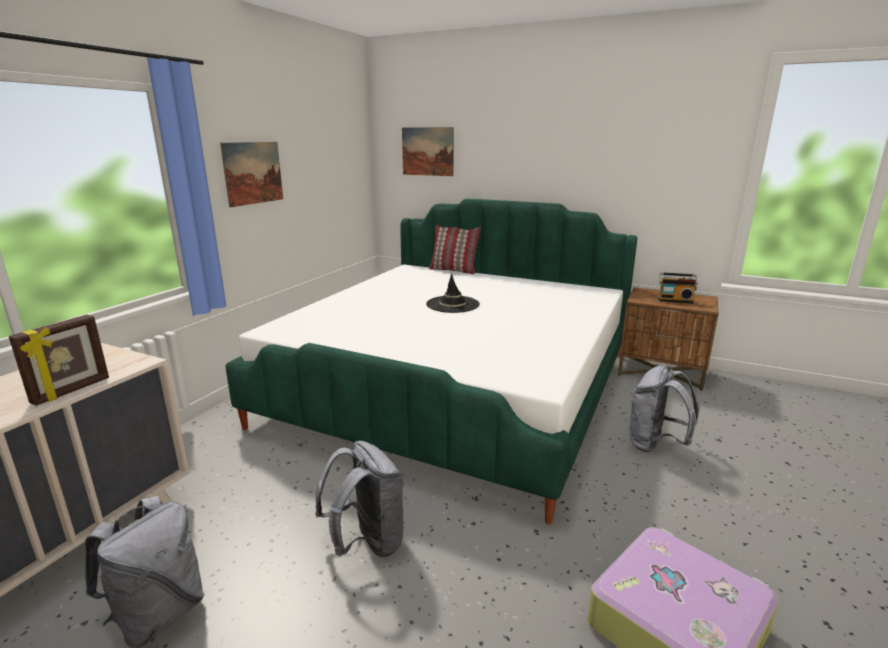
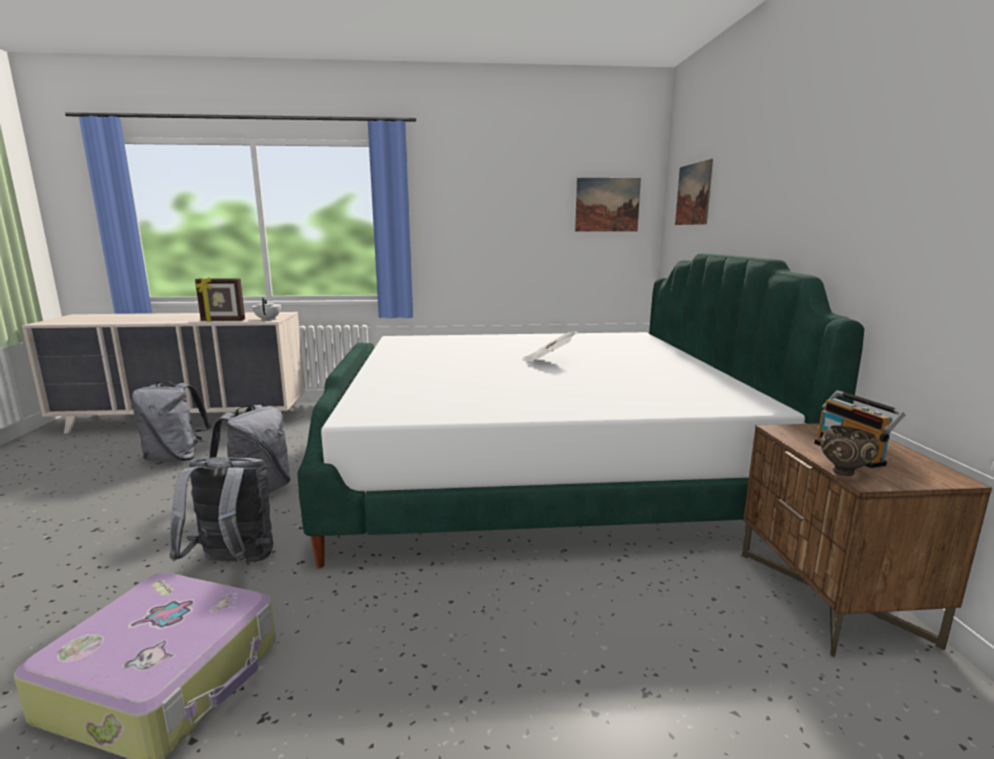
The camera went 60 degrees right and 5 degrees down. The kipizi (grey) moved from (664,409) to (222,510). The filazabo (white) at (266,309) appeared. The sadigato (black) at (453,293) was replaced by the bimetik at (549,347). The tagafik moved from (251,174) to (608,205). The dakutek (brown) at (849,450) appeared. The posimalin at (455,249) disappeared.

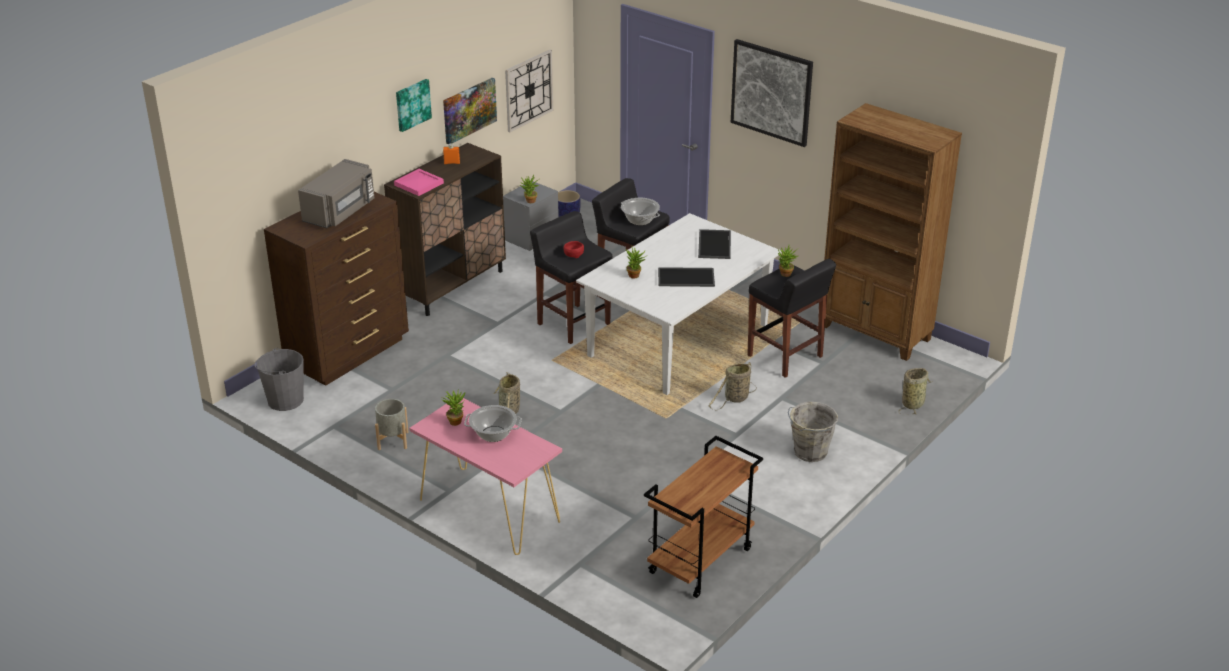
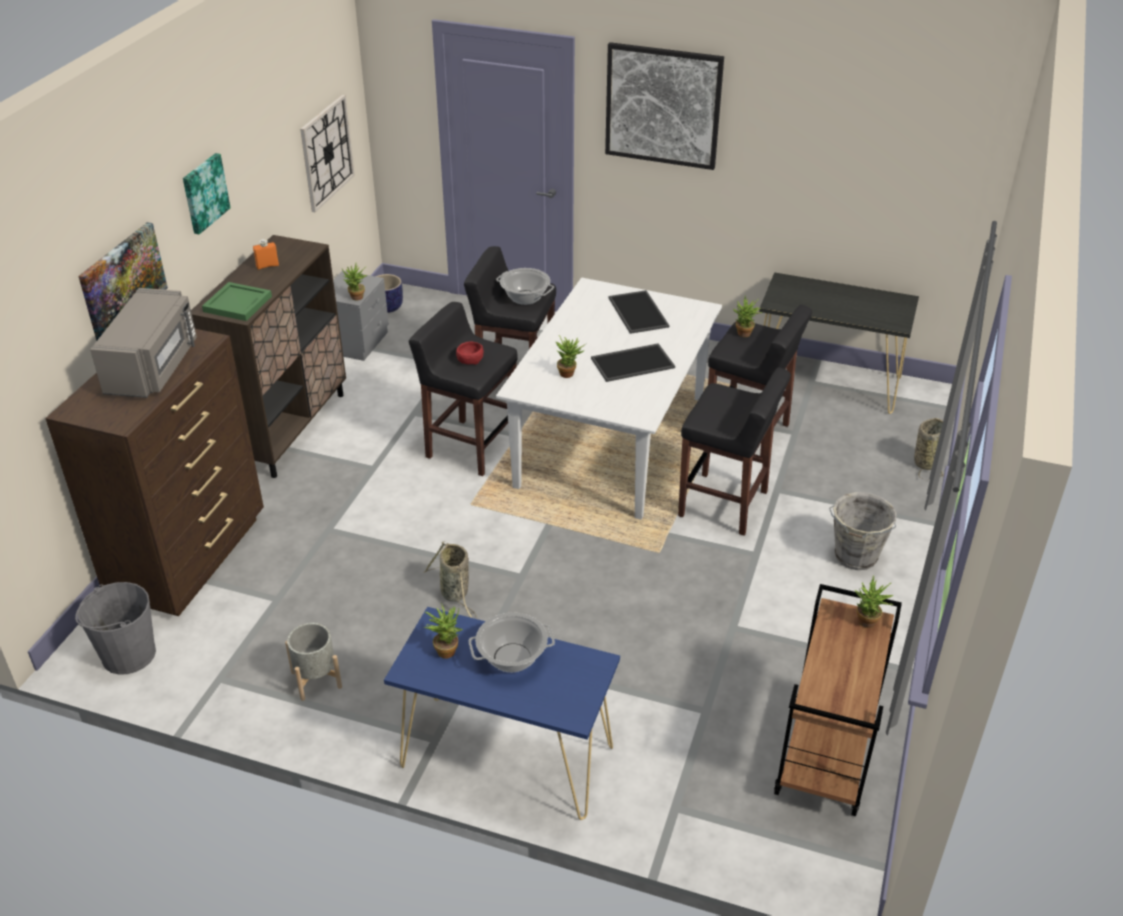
The camera went 20 degrees left and 5 degrees up. The tagafik moved from (470,111) to (123,281). The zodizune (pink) at (419,182) became the zodizune (green) at (237,301). The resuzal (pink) at (485,476) became the resuzal (blue) at (502,713). The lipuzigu at (733,386) was replaced by the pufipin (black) at (734,451). The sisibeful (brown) at (893,232) was replaced by the resuzal (black) at (839,343). The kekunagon at (874,601) appeared.

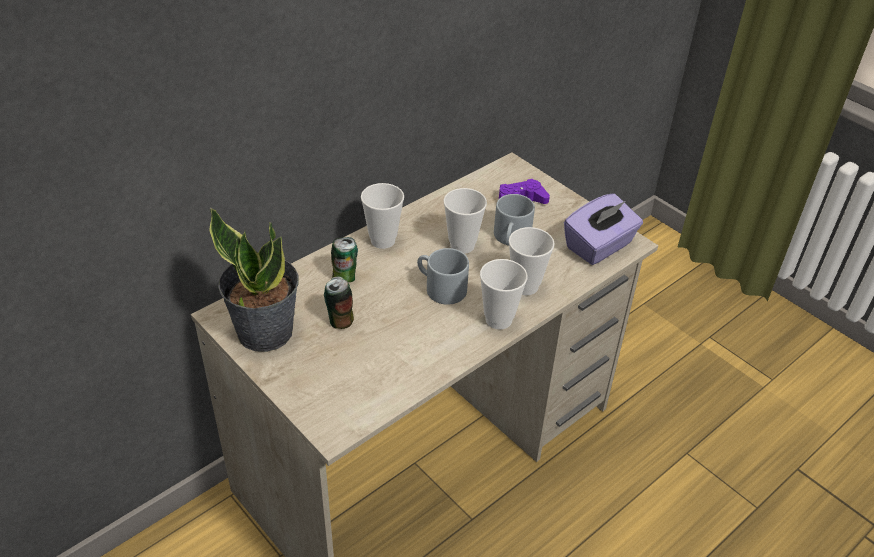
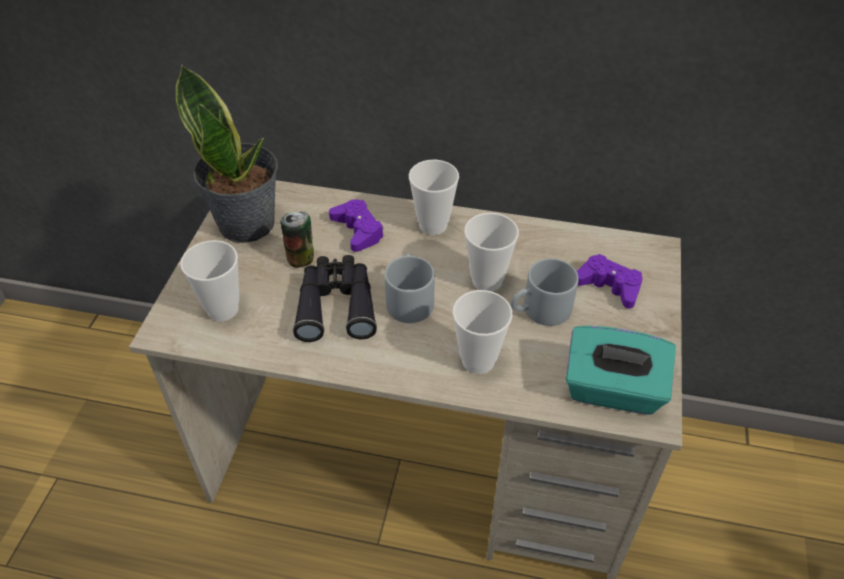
The camera went 55 degrees right and 5 degrees up. The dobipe moved from (504,294) to (209,280). The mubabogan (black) at (335,298) appeared. The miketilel at (344,259) was replaced by the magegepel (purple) at (356,225). The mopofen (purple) at (603,229) became the mopofen (turquoise) at (621,370).

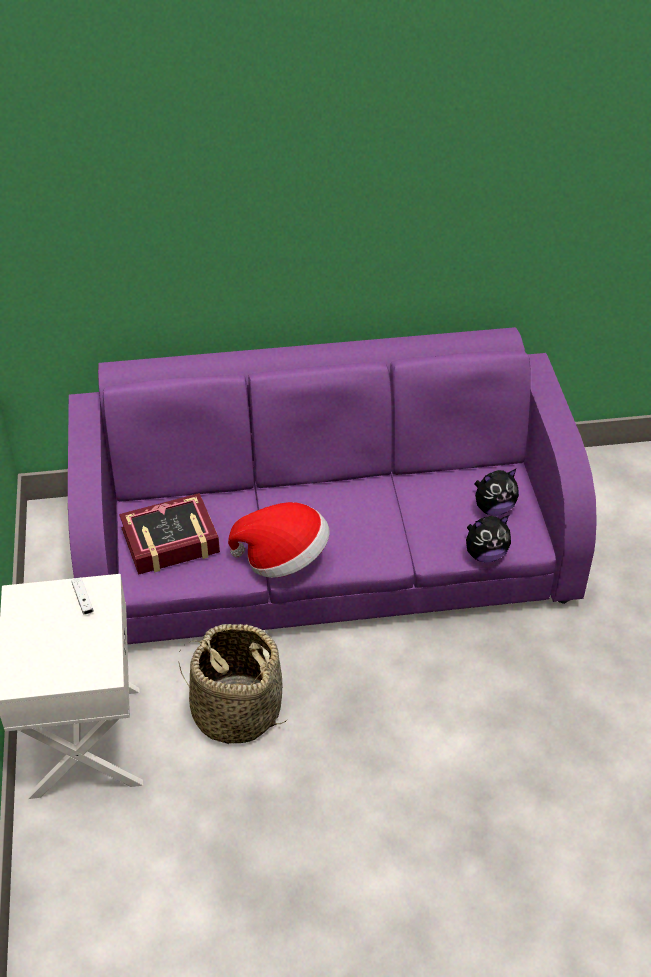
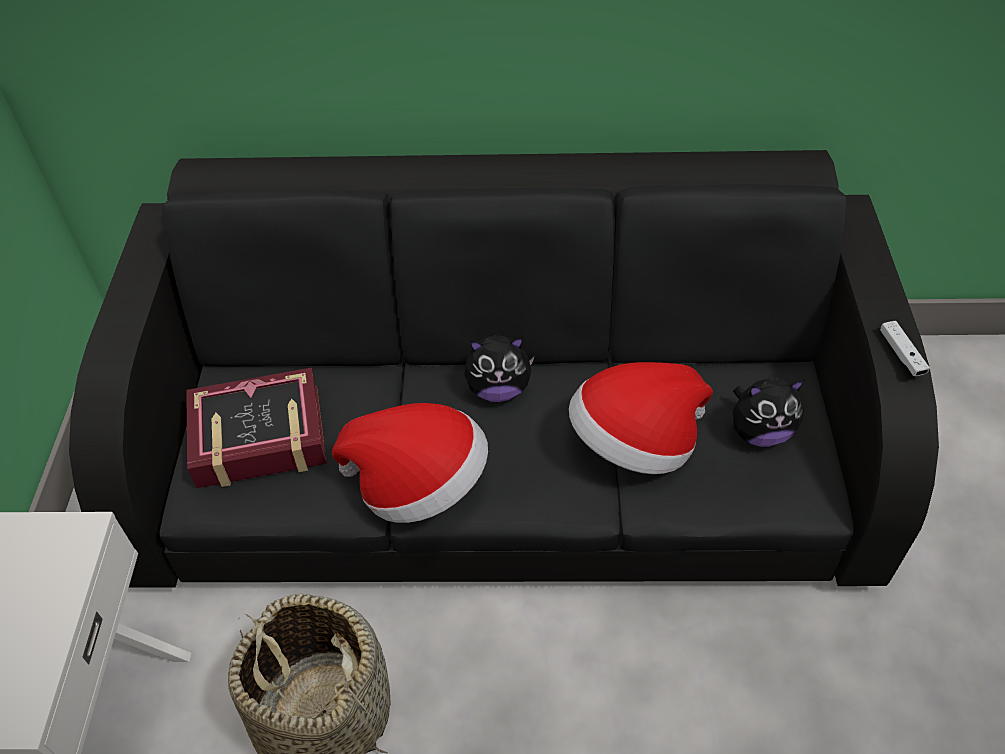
The camera went 10 degrees right and 5 degrees up. The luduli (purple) at (332,486) became the luduli (black) at (504,369). The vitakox moved from (488,538) to (499,368). The sadigato at (641,418) appeared. The magegepel (white) moved from (82,596) to (905,348).

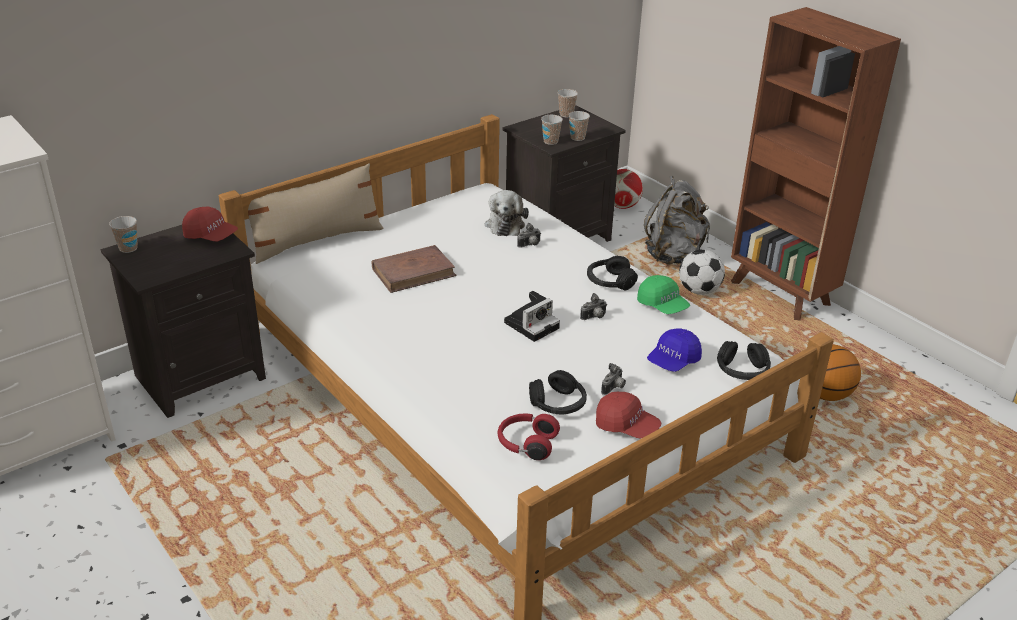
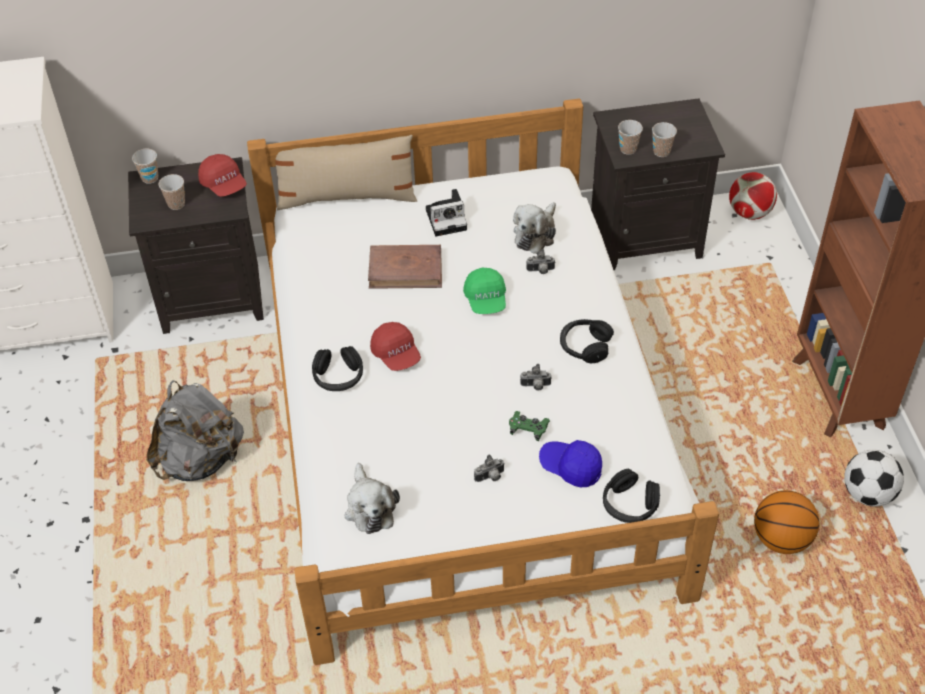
The camera went 30 degrees right and 15 degrees up. The kipizi (grey) moved from (677,220) to (195,430). The dobipe moved from (568,103) to (172,192). The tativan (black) moved from (558,392) to (337,368). The tativan (red) at (529,437) was replaced by the vitakox at (372,498). The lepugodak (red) moved from (628,415) to (395,346). The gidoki moved from (532,316) to (446,213). The lepugodak (green) moved from (663,294) to (484,291). The magegepel (green) at (529,426) appeared. The lepugodak (blue) at (674,350) turned 45 degrees clockwise. The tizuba moved from (702,272) to (874,478).

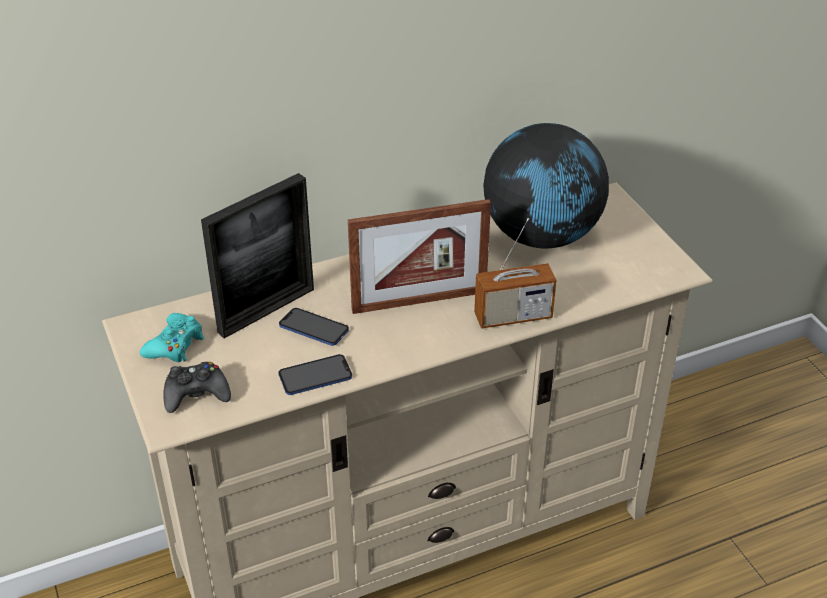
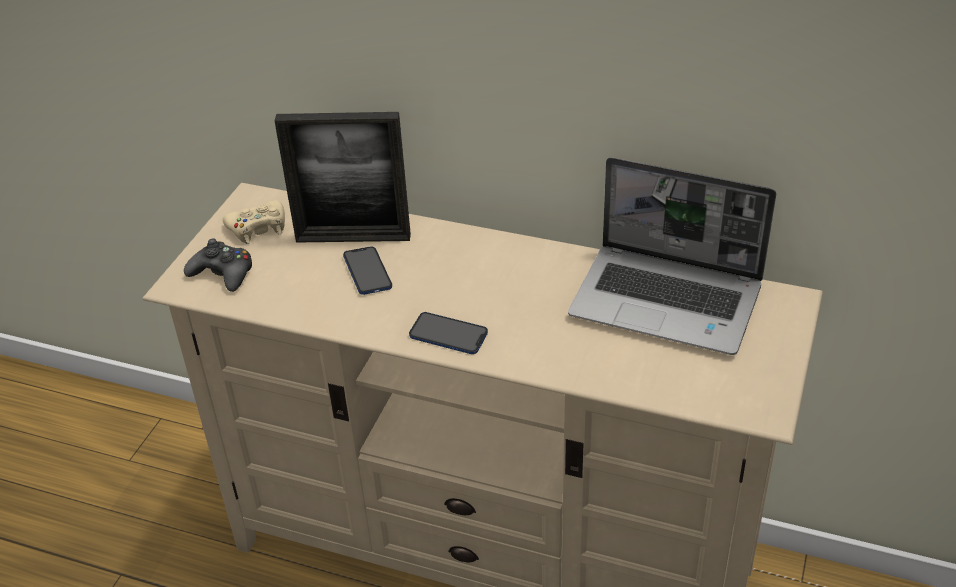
The camera went 45 degrees right and 0 degrees up. The magegepel (turquoise) at (172,337) became the magegepel (beige) at (254,222). The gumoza moved from (315,374) to (448,333). The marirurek at (546,186) was replaced by the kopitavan at (672,256). The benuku at (419,256) disappeared. The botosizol at (515,273) disappeared.

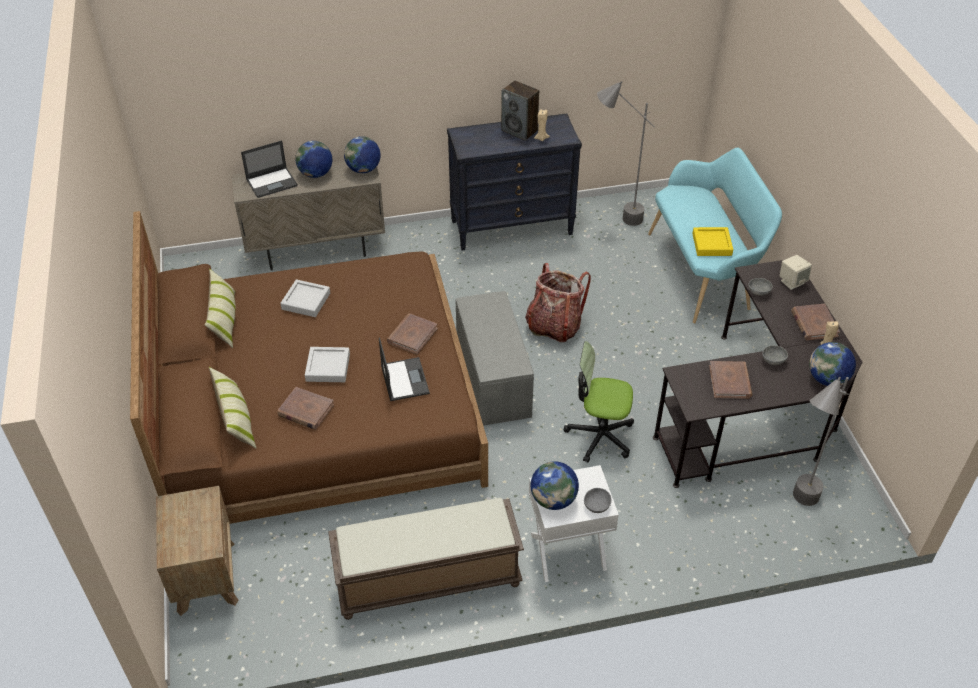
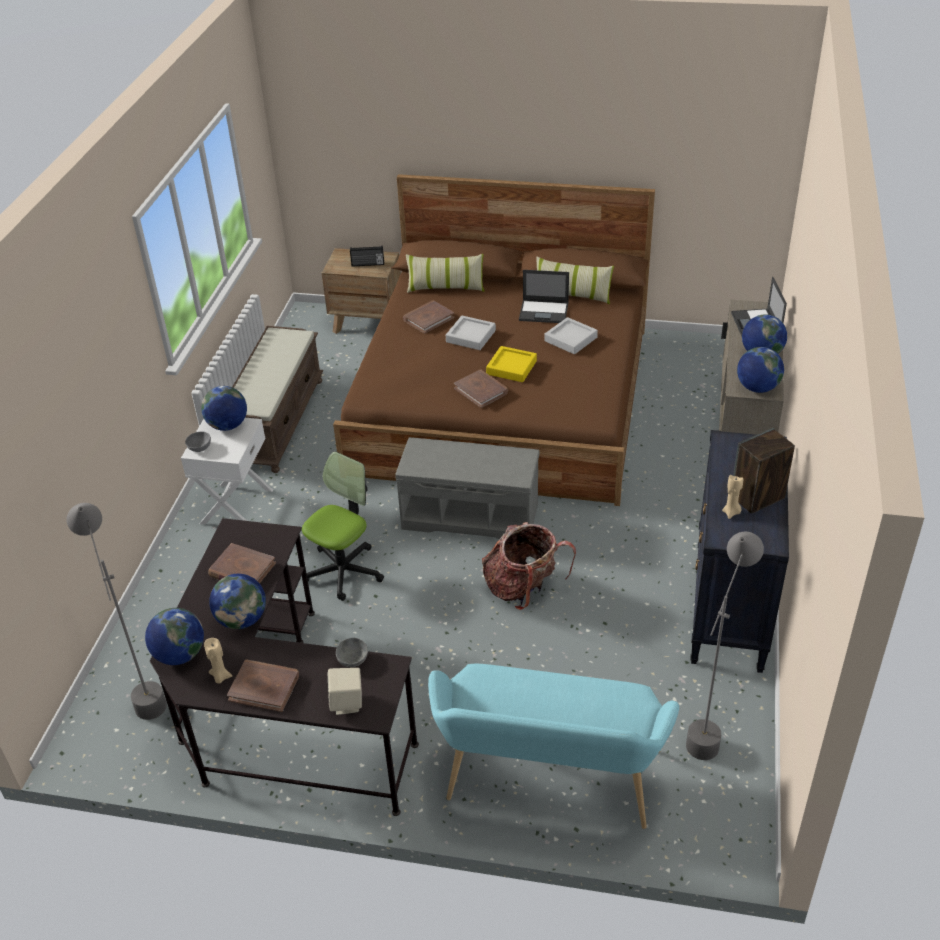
The camera went 115 degrees right and 5 degrees down. The dakutek (grey) at (775,355) was replaced by the marirurek at (237,601). The botosizol at (367,256) appeared. The zodizune (yellow) moved from (712,241) to (511,364). The kopitavan moved from (404,369) to (544,296).

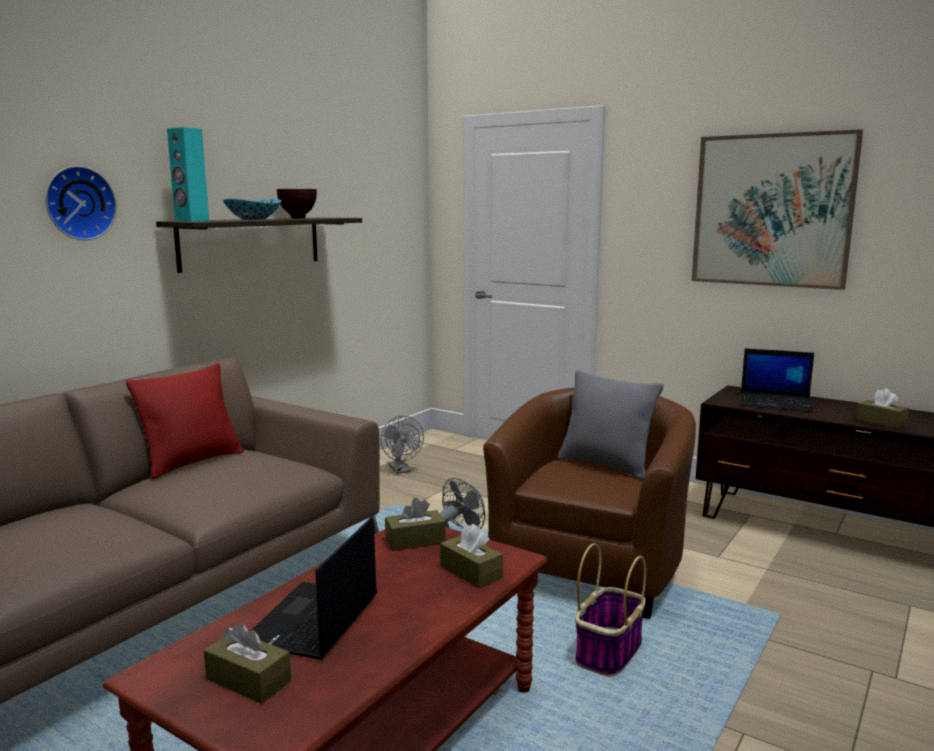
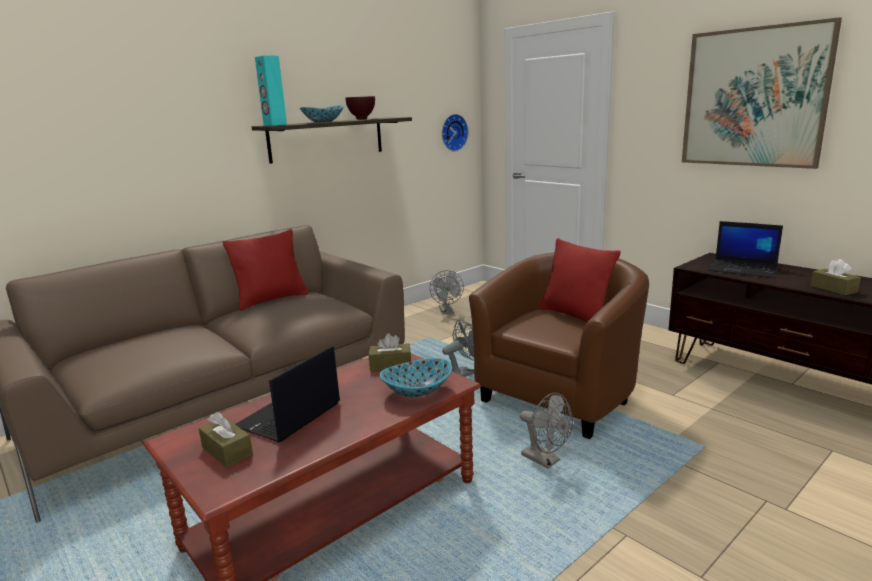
The camera went 15 degrees right and 5 degrees up. The mopofen (brown) at (471,556) was replaced by the dakutek at (415,377). The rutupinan moved from (81,203) to (455,133). The lipuzigu at (610,610) was replaced by the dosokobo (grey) at (546,430). The posimalin (grey) at (610,424) became the posimalin (red) at (580,280).

